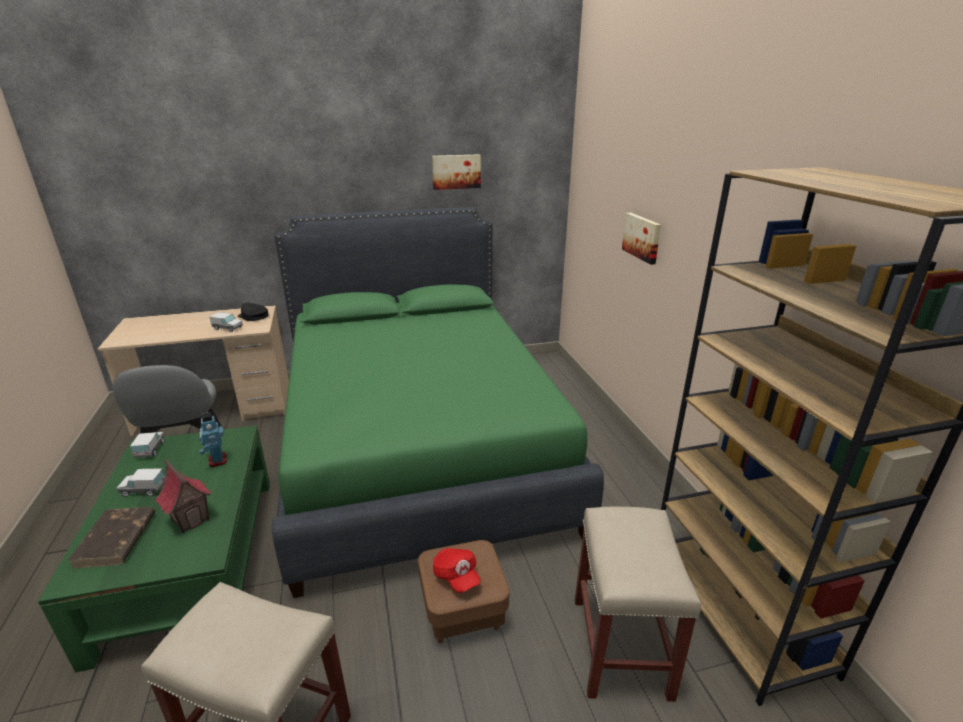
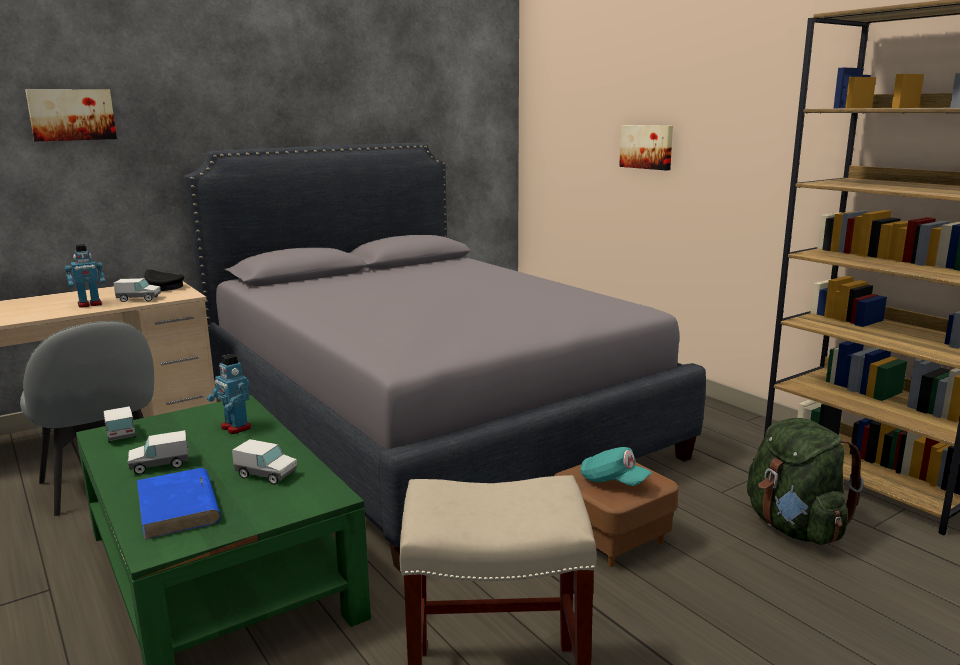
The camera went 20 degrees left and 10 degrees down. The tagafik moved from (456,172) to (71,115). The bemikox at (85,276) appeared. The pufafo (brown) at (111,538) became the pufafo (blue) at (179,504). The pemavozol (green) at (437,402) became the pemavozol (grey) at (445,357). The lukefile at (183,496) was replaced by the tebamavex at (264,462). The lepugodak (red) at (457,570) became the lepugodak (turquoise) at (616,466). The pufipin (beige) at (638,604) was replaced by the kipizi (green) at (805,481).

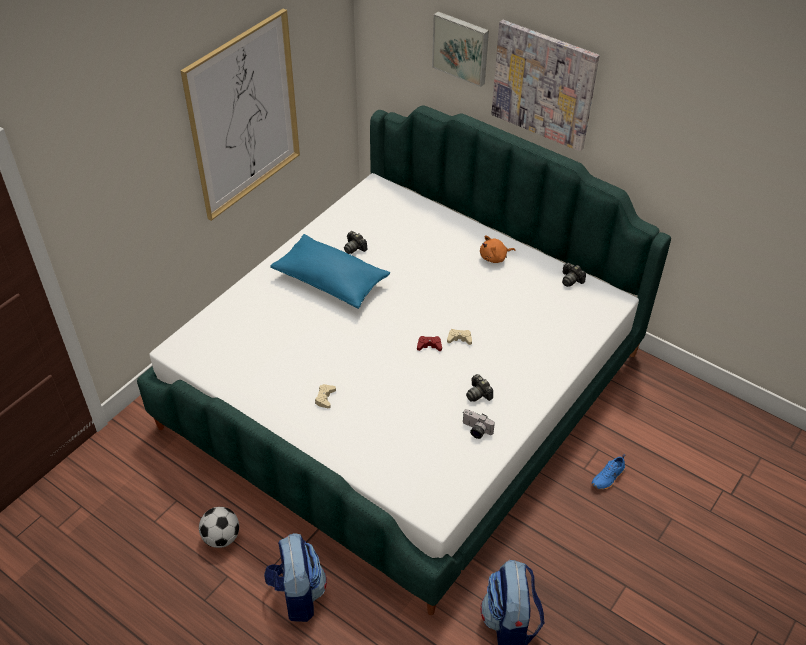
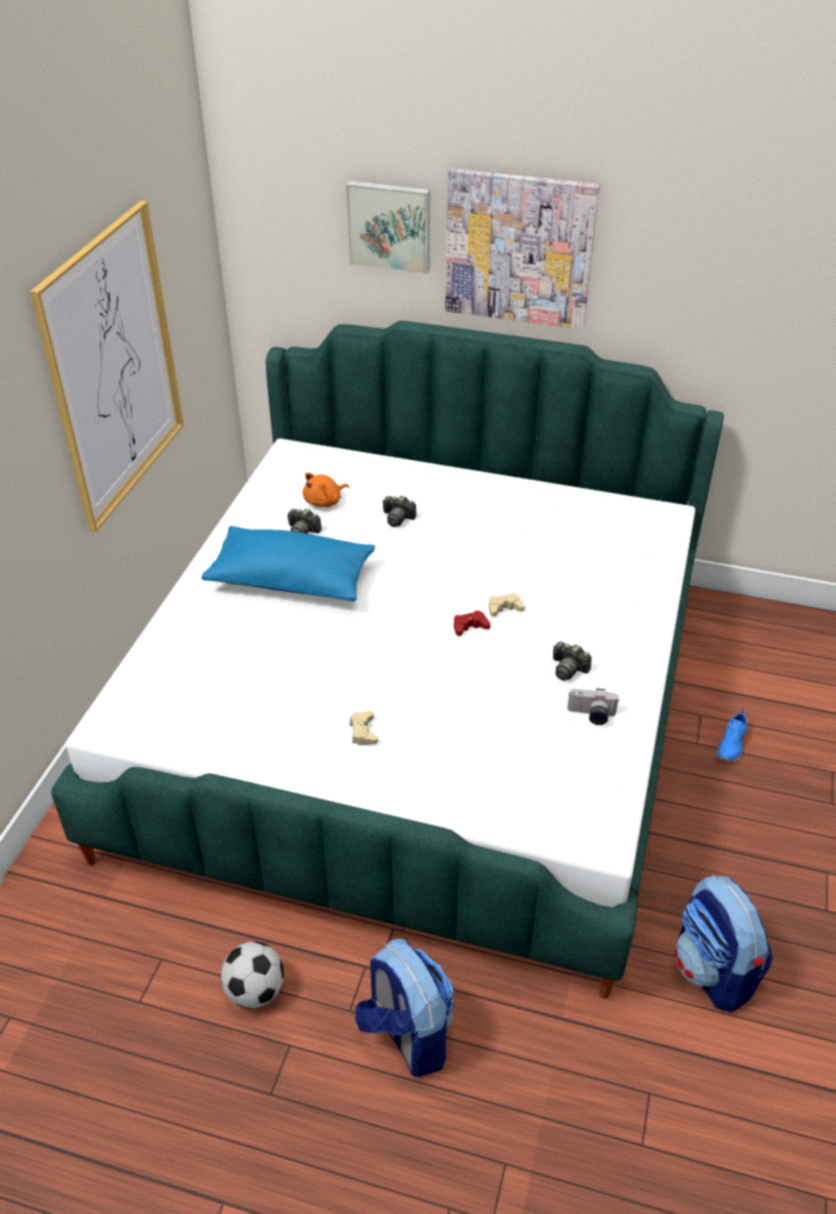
The camera went 20 degrees left and 5 degrees down. The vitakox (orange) moved from (498,249) to (326,490). The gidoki moved from (574,274) to (399,511).

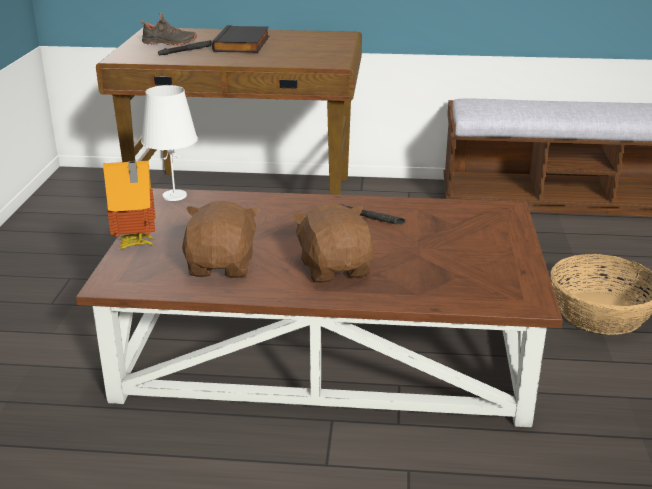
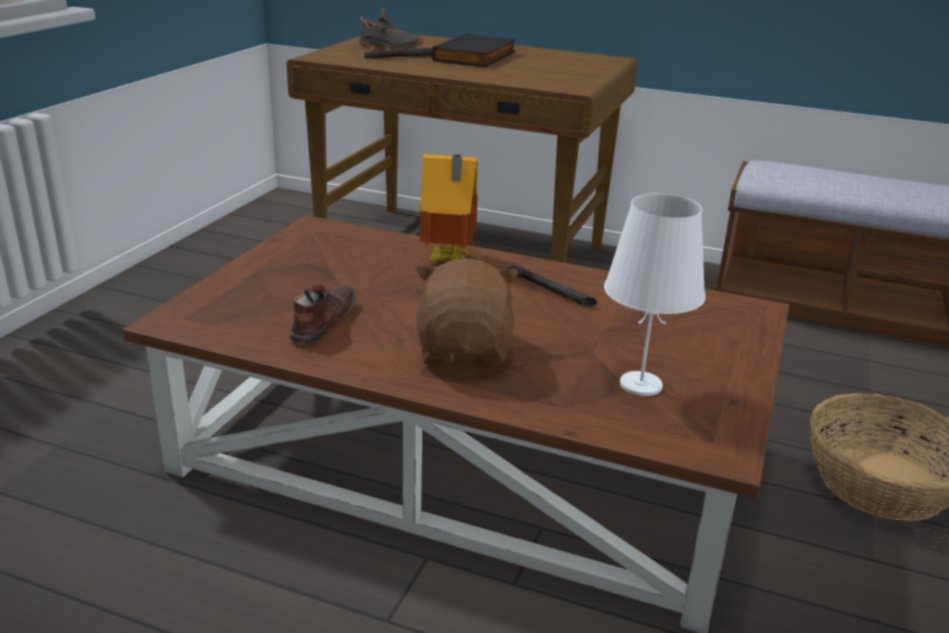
The camera went 15 degrees right and 0 degrees up. The vitakox (brown) at (220,239) was replaced by the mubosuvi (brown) at (323,314). The lukefile moved from (129,205) to (449,207). The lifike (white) moved from (169,143) to (655,294).

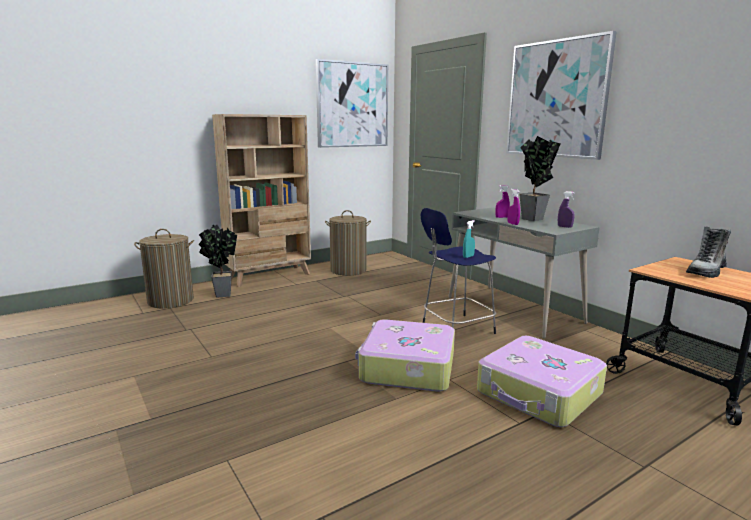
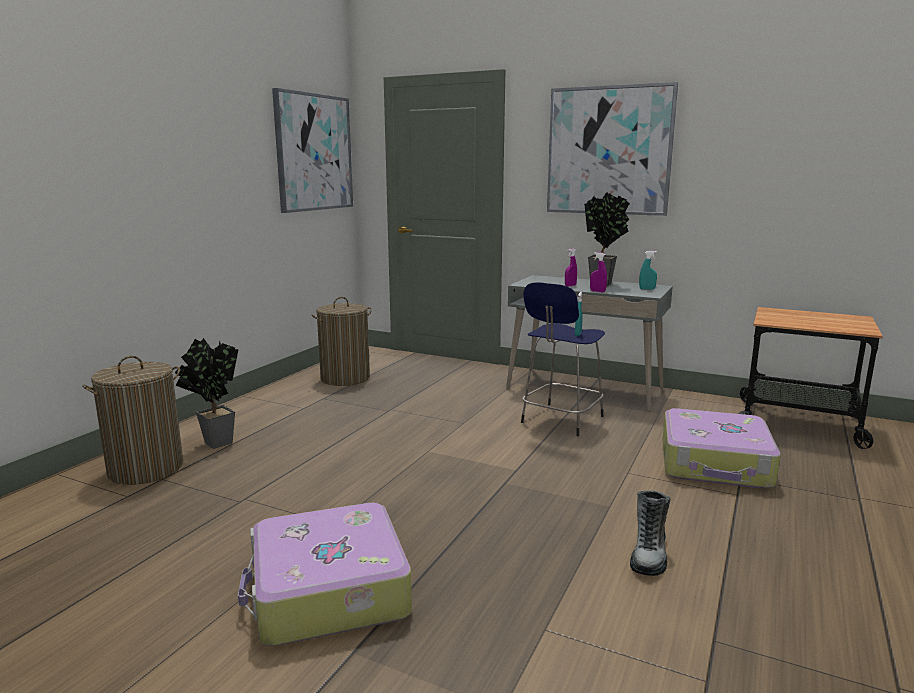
The camera went 30 degrees left and 0 degrees up. The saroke moved from (405,355) to (325,574). The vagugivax moved from (708,252) to (650,533). The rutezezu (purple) at (566,209) became the rutezezu (turquoise) at (648,270). The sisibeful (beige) at (261,200) disappeared.

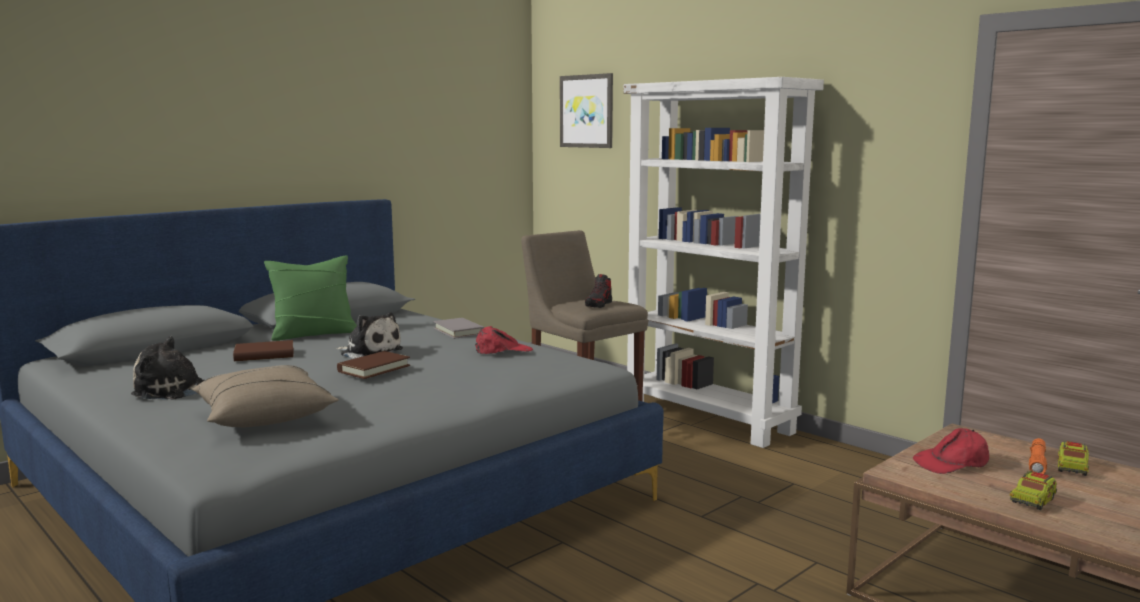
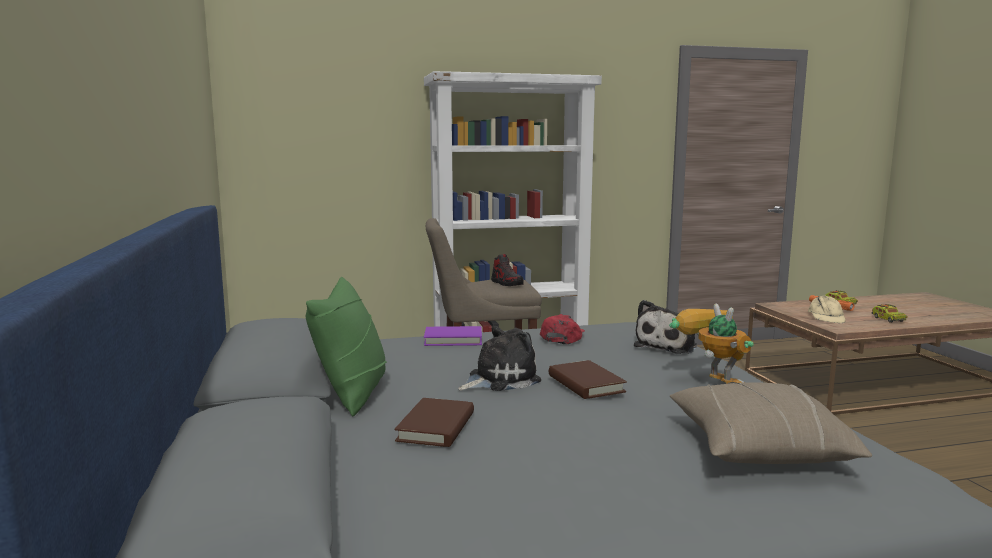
The camera went 60 degrees left and 0 degrees up. The pufafo (grey) at (459,328) became the pufafo (purple) at (453,336). The vitakox moved from (168,368) to (665,327). The bemikox at (711,343) appeared. The lepugodak (red) at (951,451) became the lepugodak (beige) at (827,309). The tagafik at (586,110) disappeared.

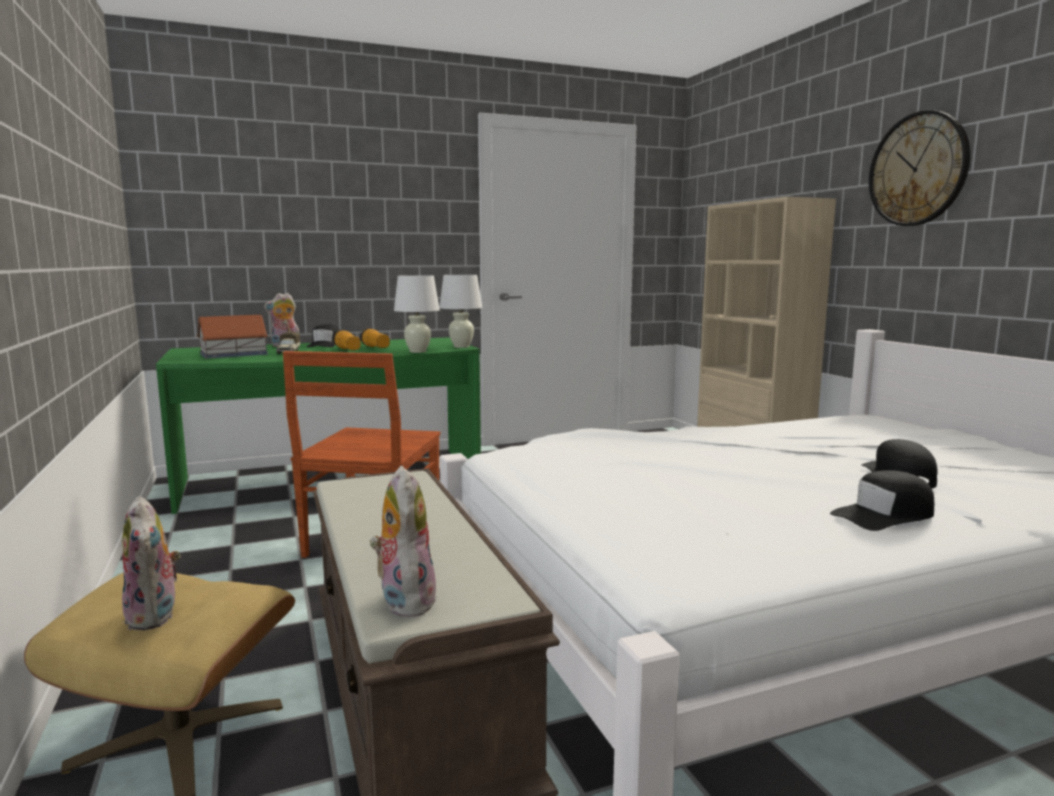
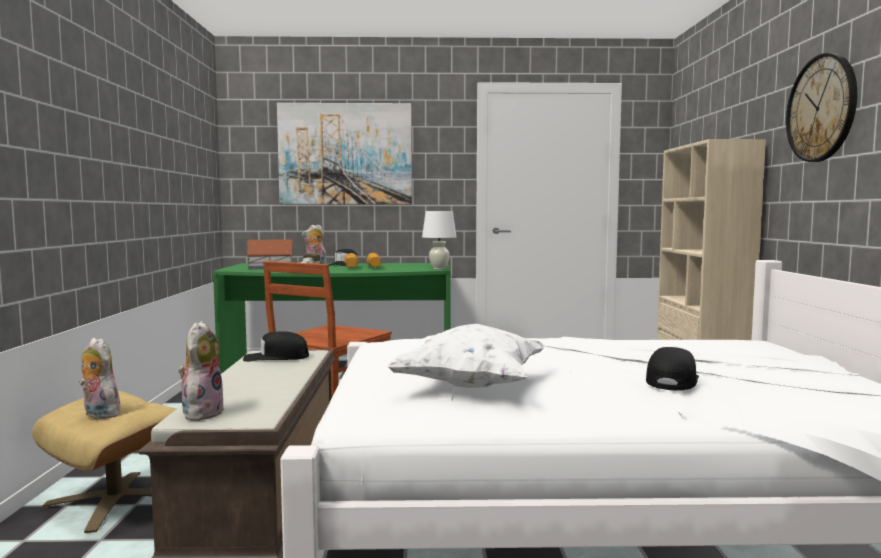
The camera went 20 degrees right and 5 degrees down. The vitakox at (151,563) turned 135 degrees clockwise. The lepugodak (black) moved from (882,500) to (276,346). The tagafik at (344,153) appeared. The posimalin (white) at (466,356) appeared. The lifike (white) at (417,314) disappeared.

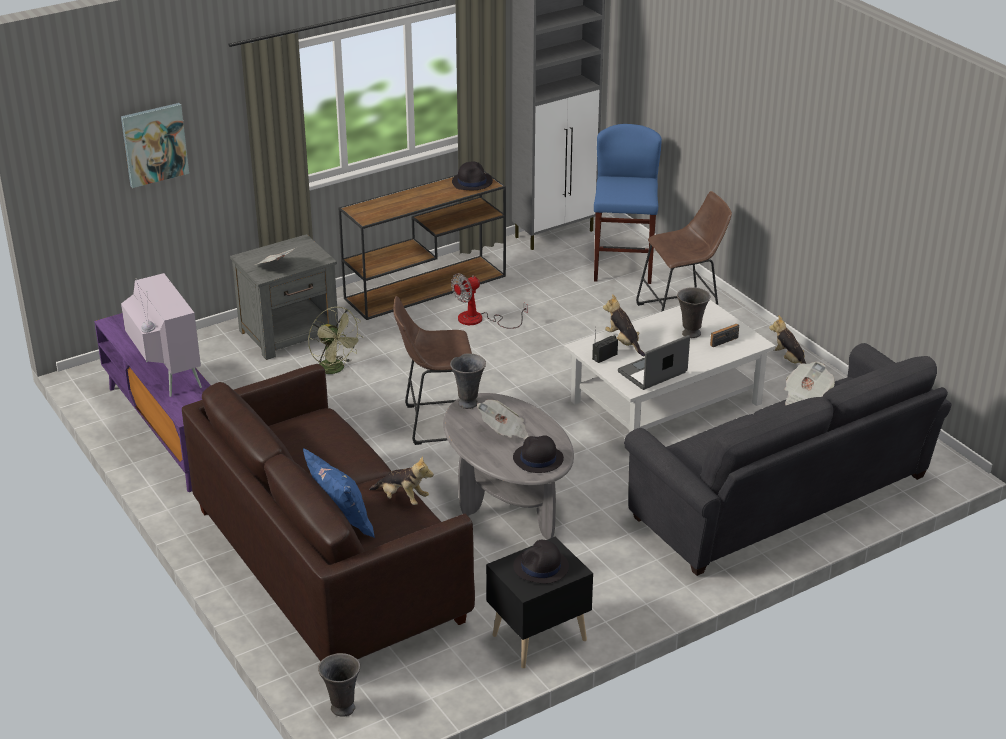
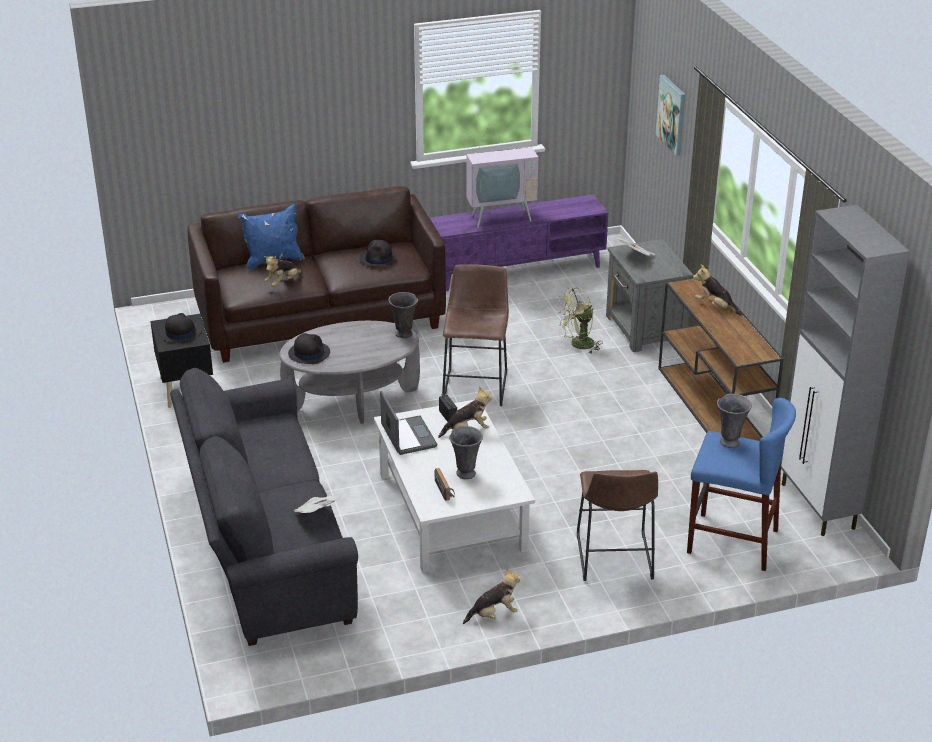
The camera went 105 degrees right and 0 degrees up. The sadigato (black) moved from (472,175) to (378,253). The vitakox at (717,289) appeared. The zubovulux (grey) moved from (339,685) to (734,421). The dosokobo at (489,301) disappeared. The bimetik at (503,419) disappeared.

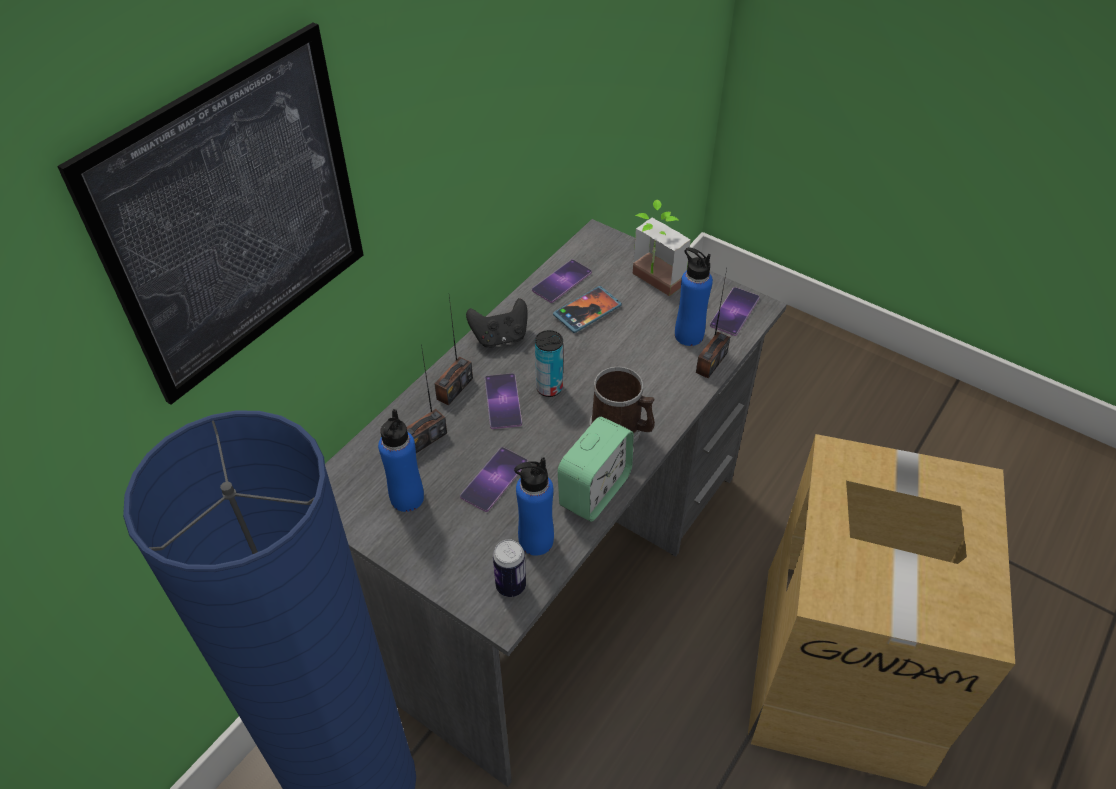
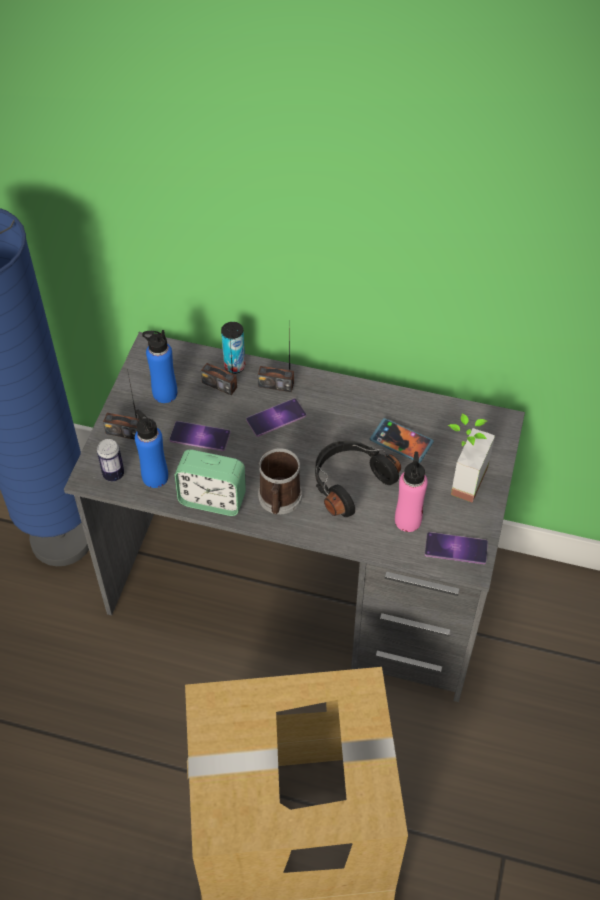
The camera went 70 degrees right and 5 degrees up. The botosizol moved from (713,323) to (121,404). The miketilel moved from (549,363) to (233,348). The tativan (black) at (358,478) appeared. The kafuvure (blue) at (694,296) became the kafuvure (pink) at (411,492). The tagafik at (210,213) disappeared. The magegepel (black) at (497,322) disappeared. The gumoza at (562,281) disappeared.

